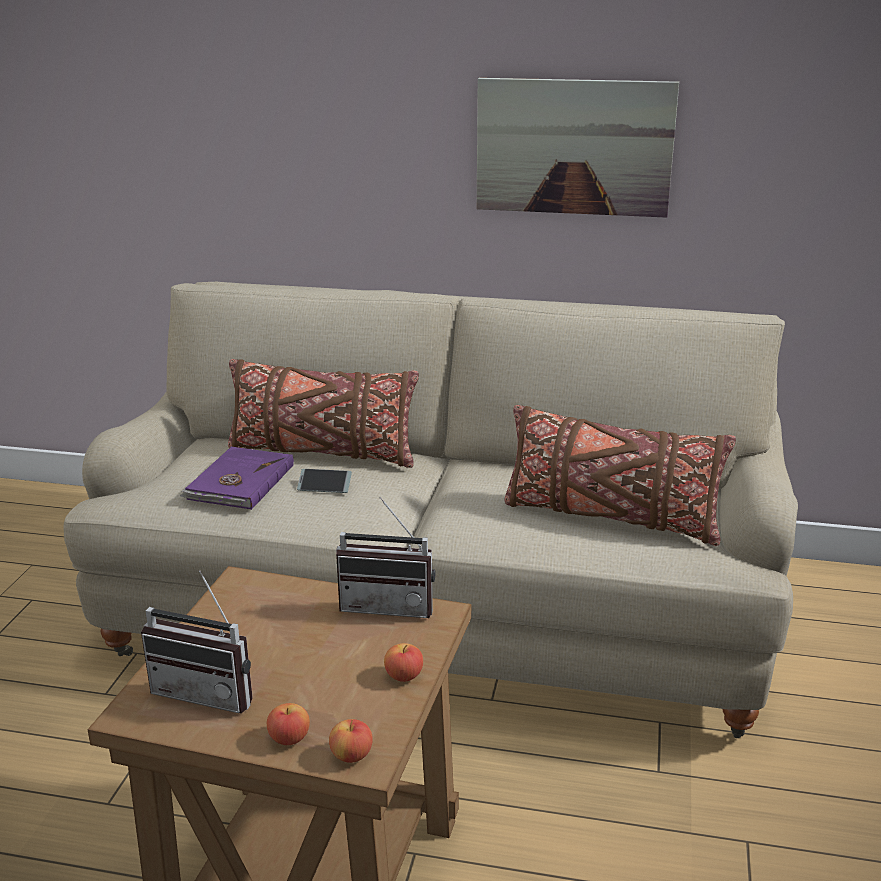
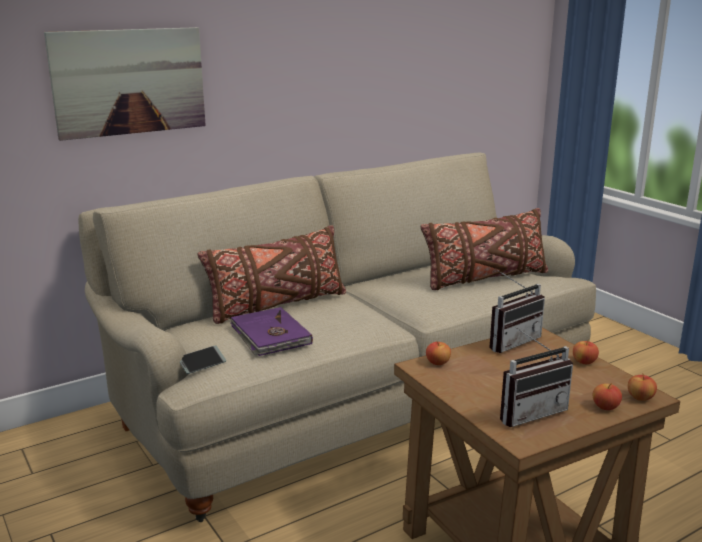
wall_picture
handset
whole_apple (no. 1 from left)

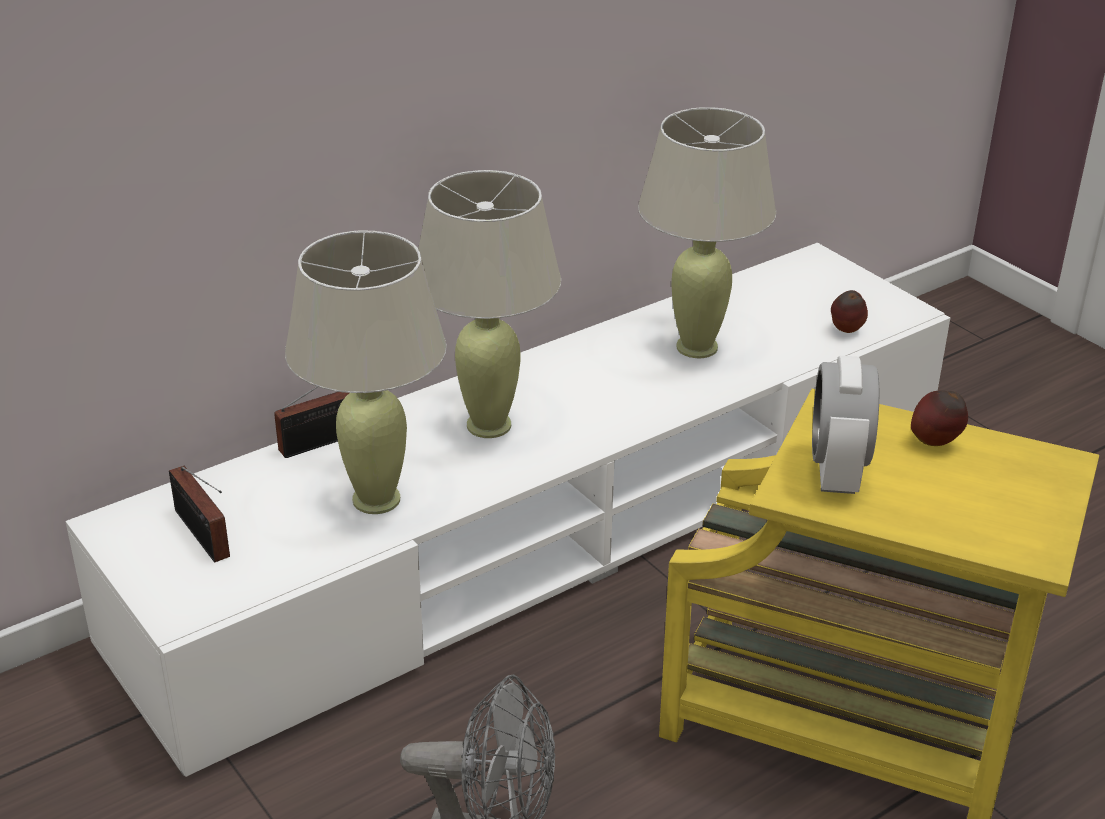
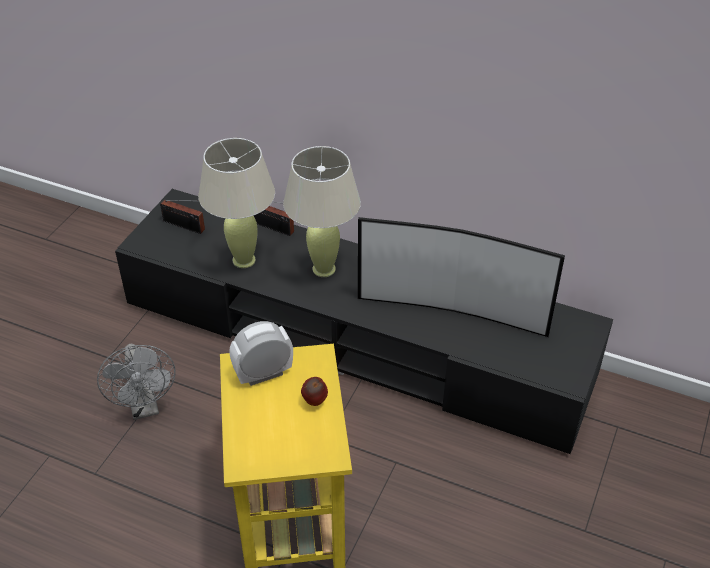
black_tv_stand
radio_set (no. 1 from left)
TV
whole_apple (no. 1 from left in the first image)

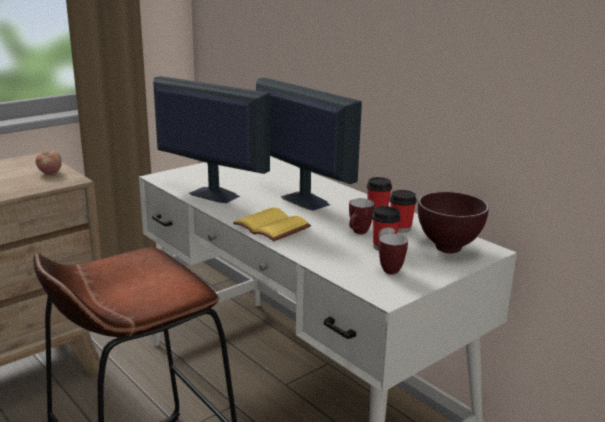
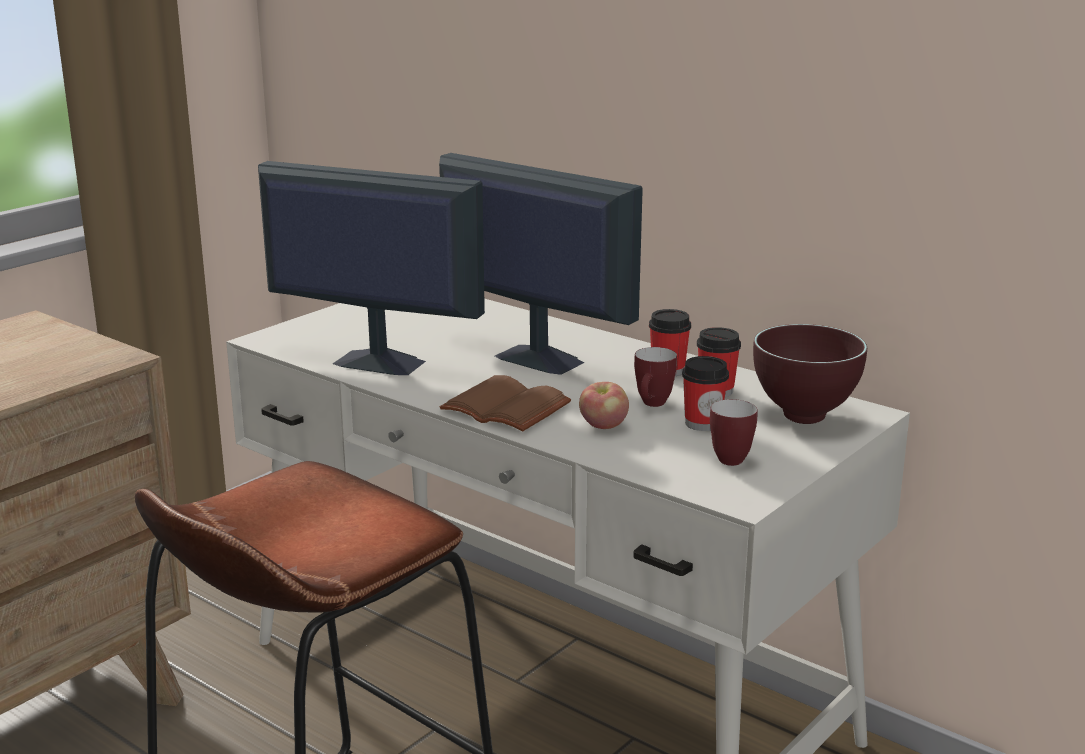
brown_volume
whole_apple

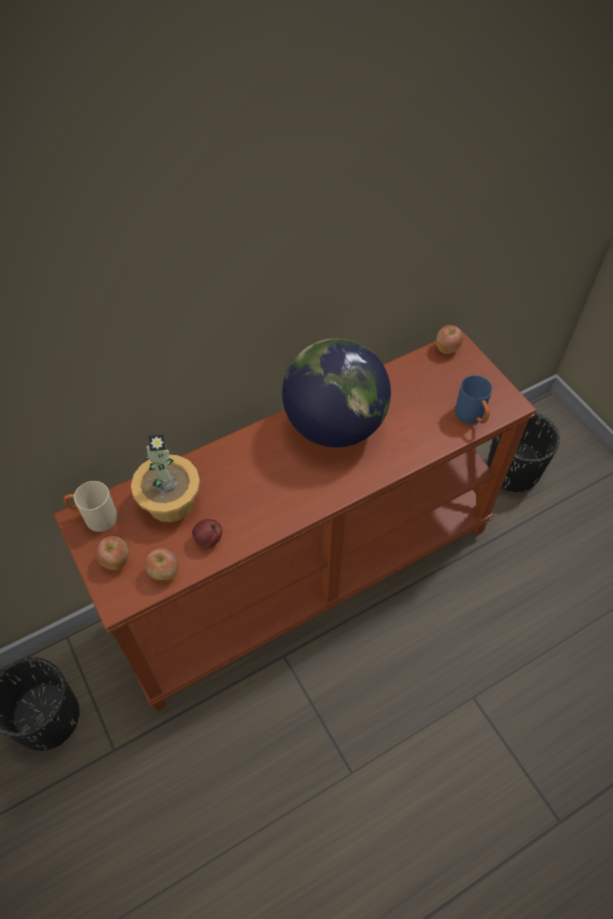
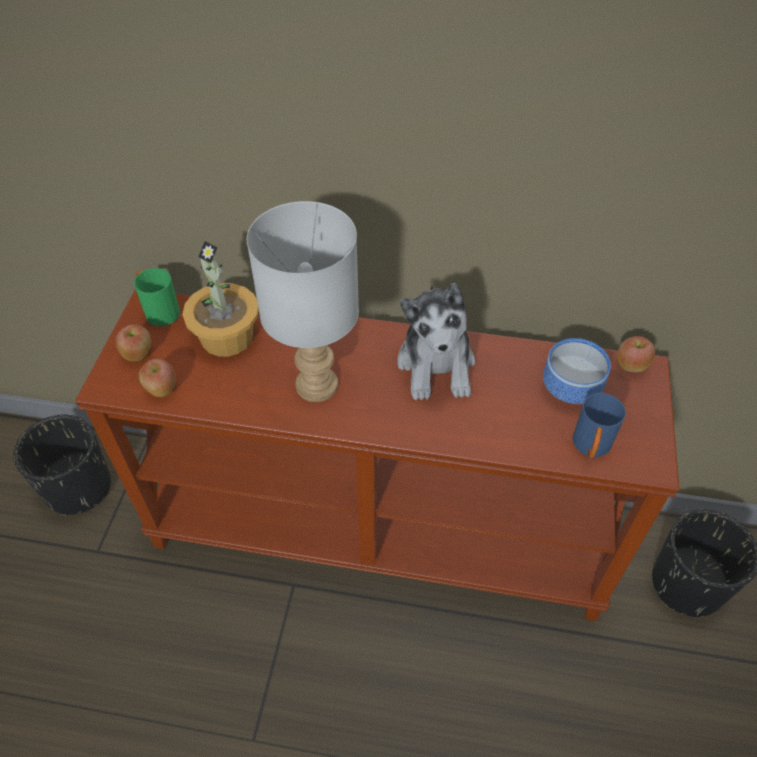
green-coloured_tea_mug
greyish_table_lamp
soft_toy
bowl
whole_apple (no. 3 from left in the first image)

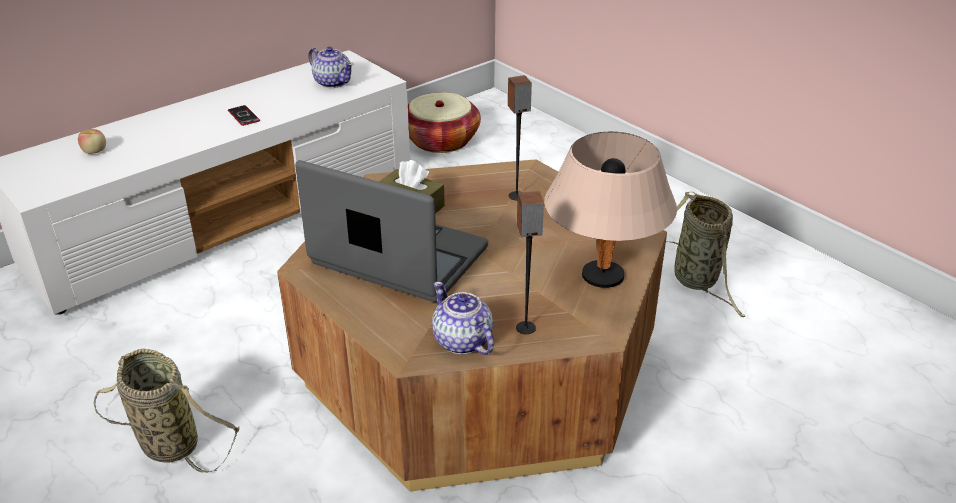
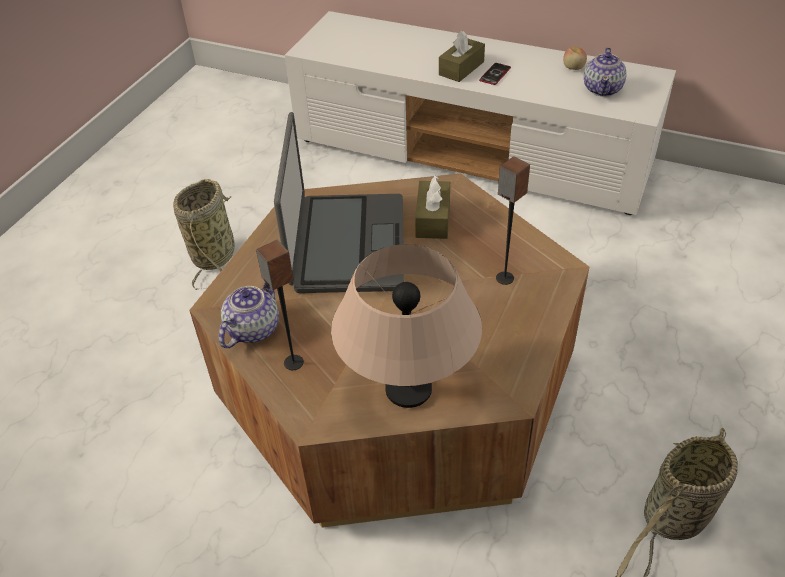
brown_box_of_tissues (no. 2 from left)
whole_apple
storage_basket (no. 2 from left in the first image)

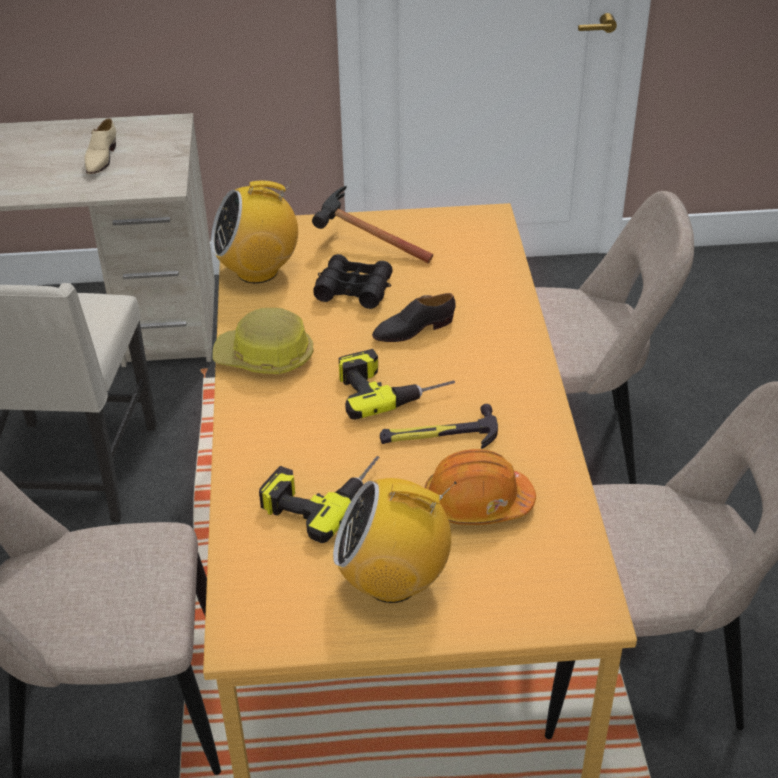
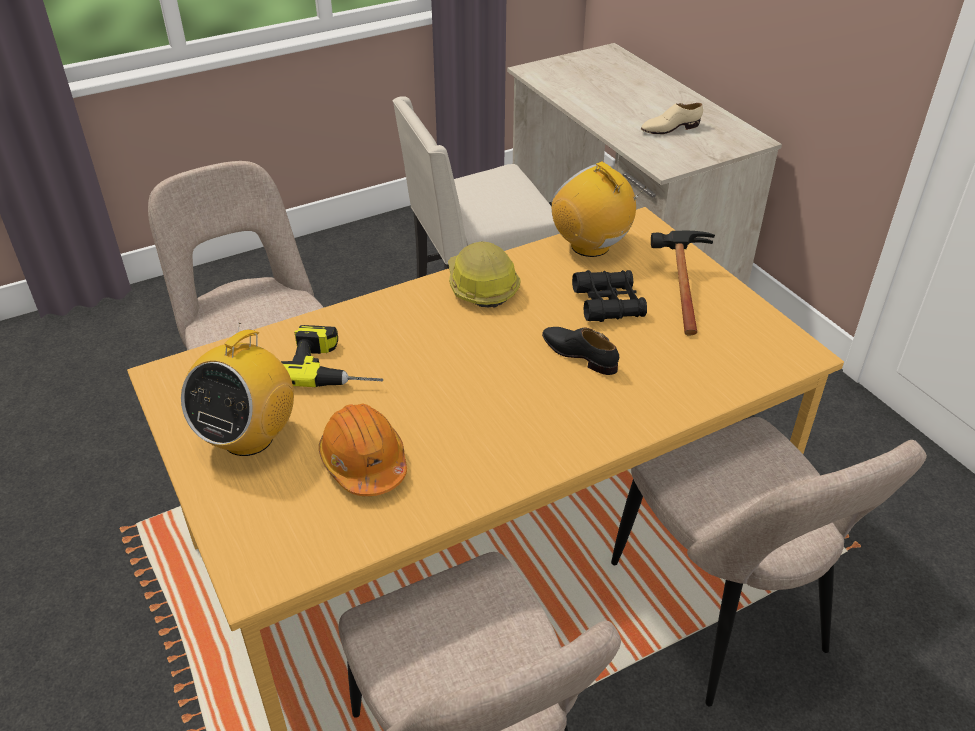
radio_set (no. 1 from left)
electric_drill (no. 2 from left in the first image)
tool_hammer (no. 2 from left in the first image)

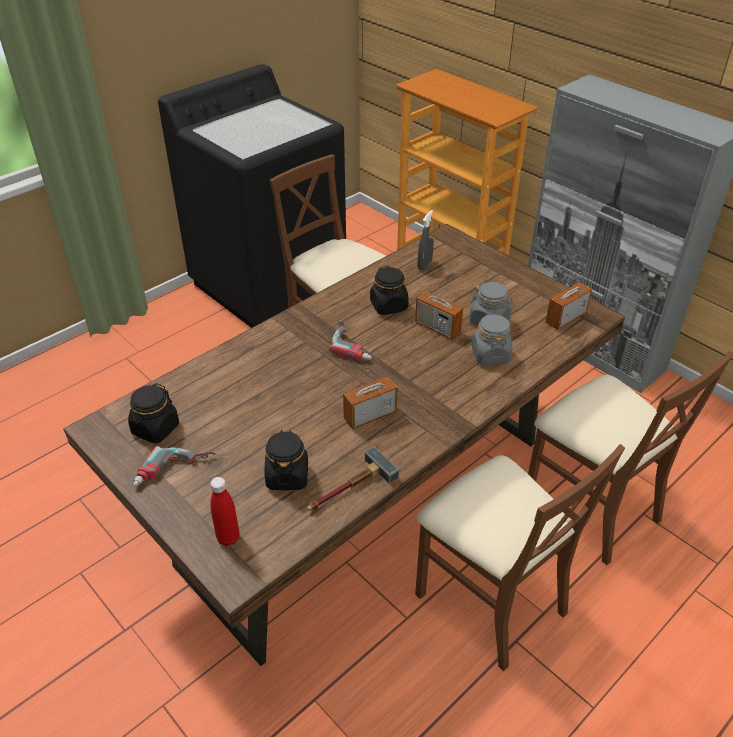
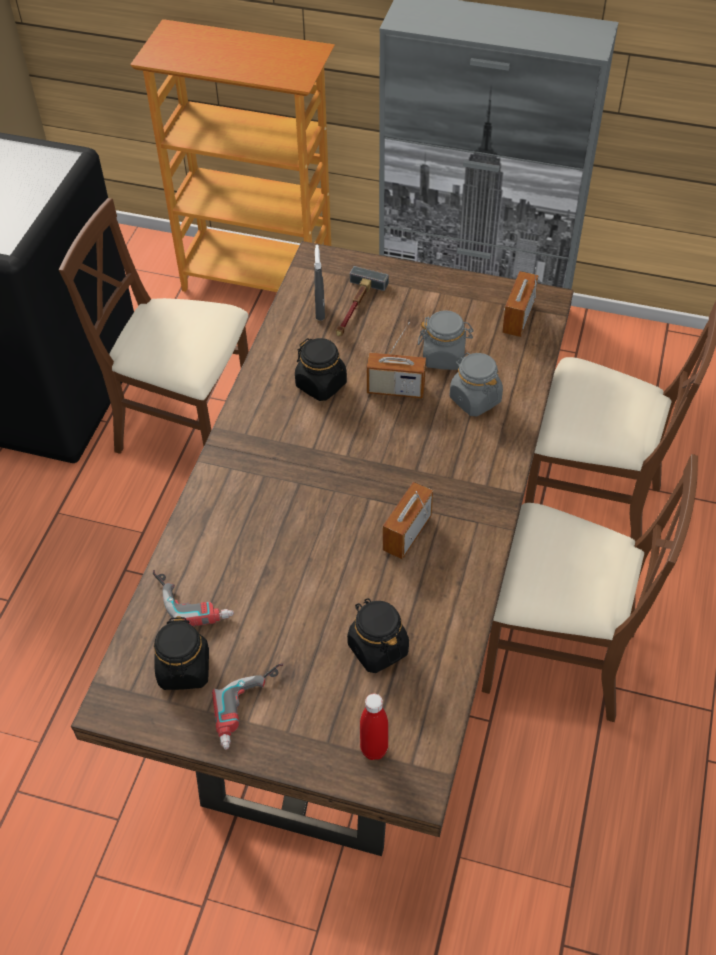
electric_drill (no. 1 from left)
tool_hammer

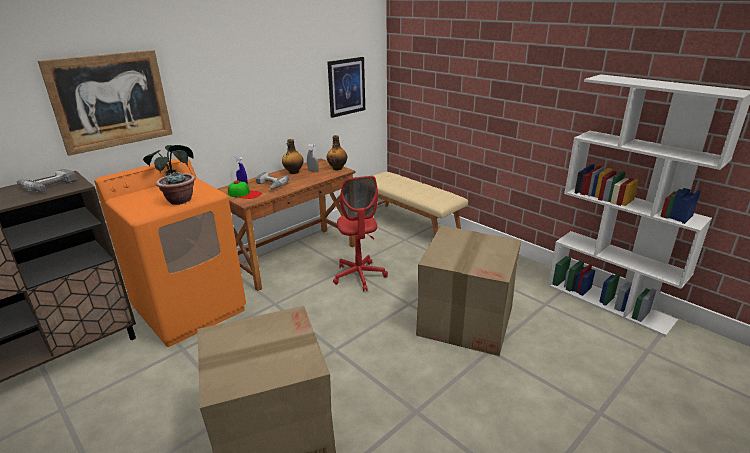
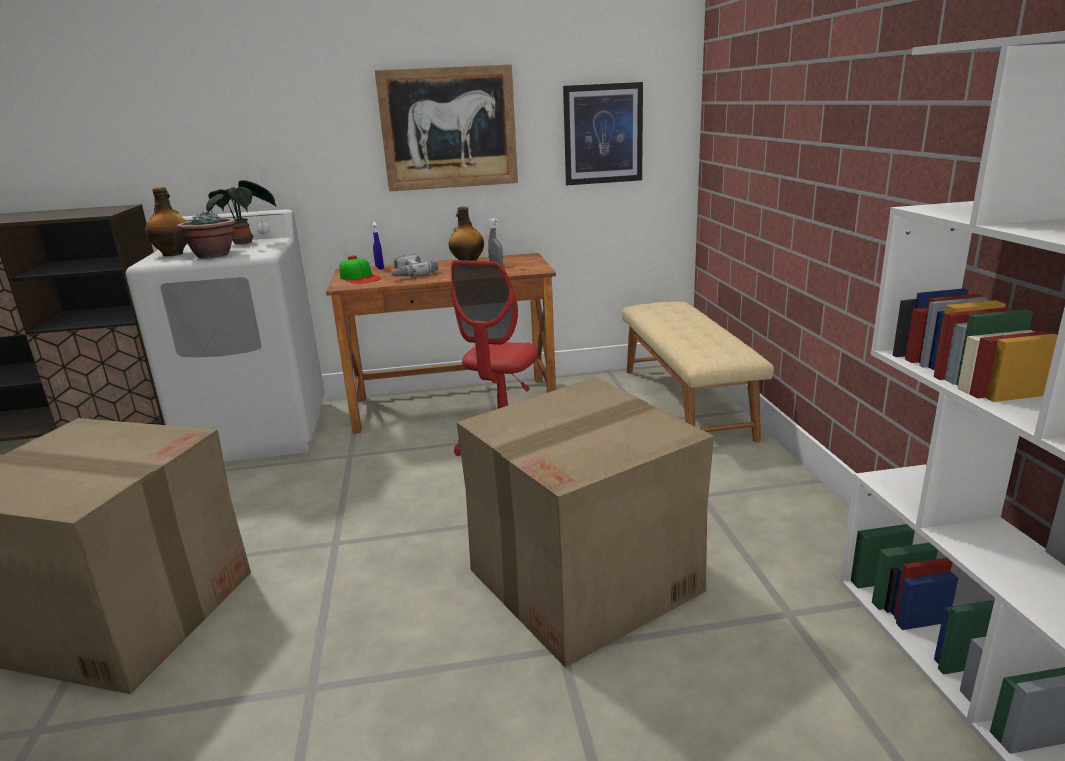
whitish_washing_machine
beverage_bottle (no. 1 from left)
wall_picture (no. 1 from left)
electric_drill (no. 1 from left in the first image)

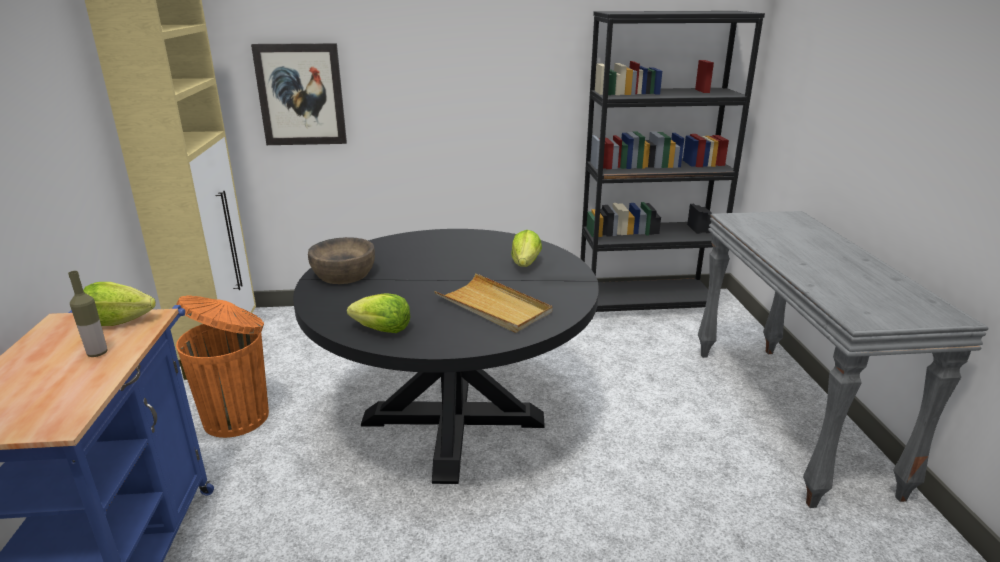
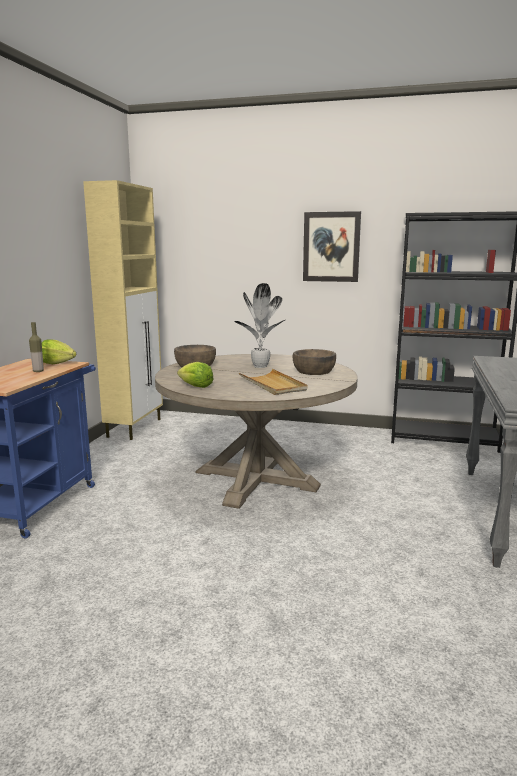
beige-coloured_dinner_table
plant_in_a_pot
brown_bowl (no. 2 from left)
wall_picture
orangey_rubbish_bin

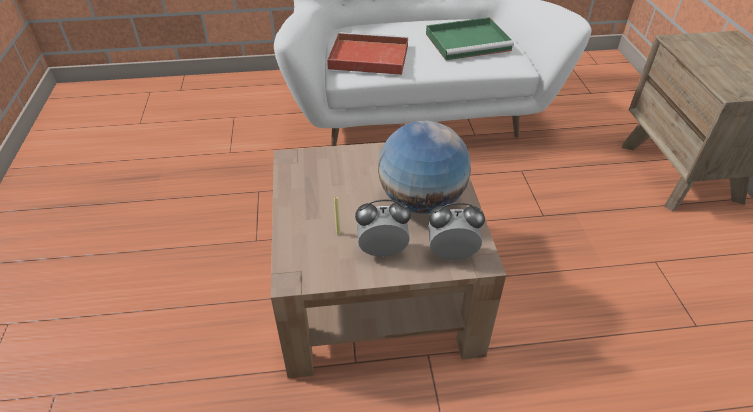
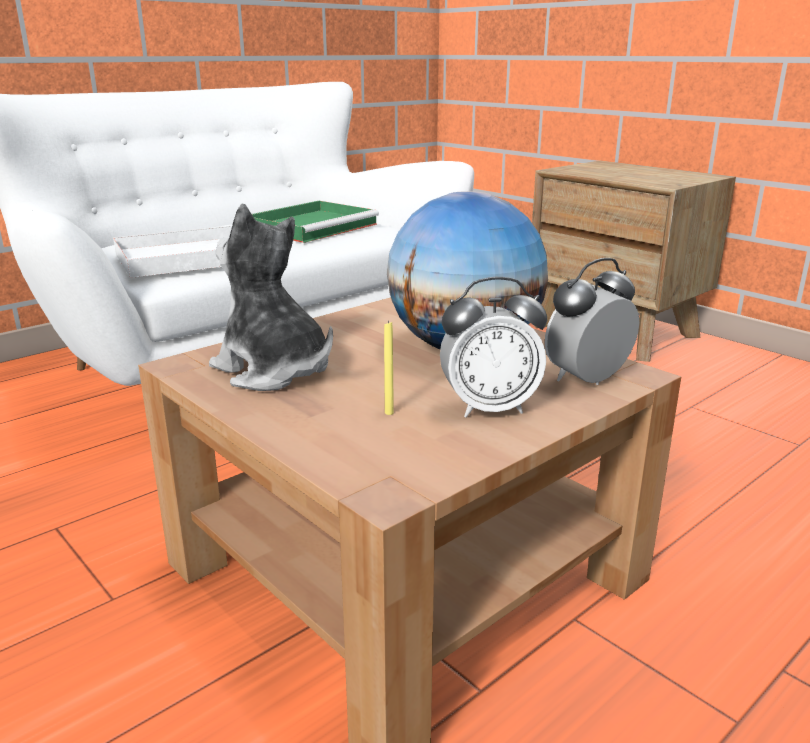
whitish_tray
soft_toy
alarm_clock (no. 1 from left)

